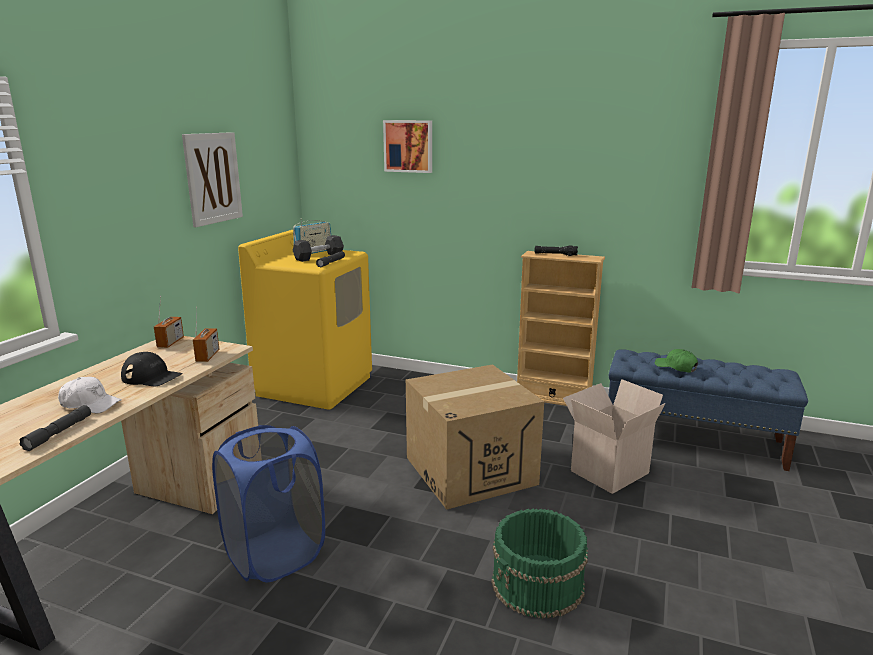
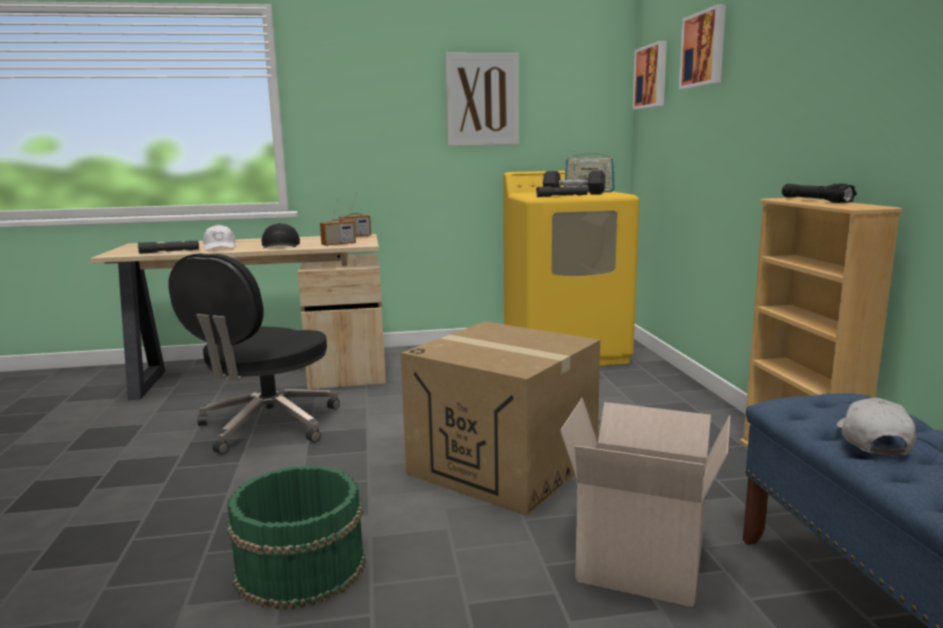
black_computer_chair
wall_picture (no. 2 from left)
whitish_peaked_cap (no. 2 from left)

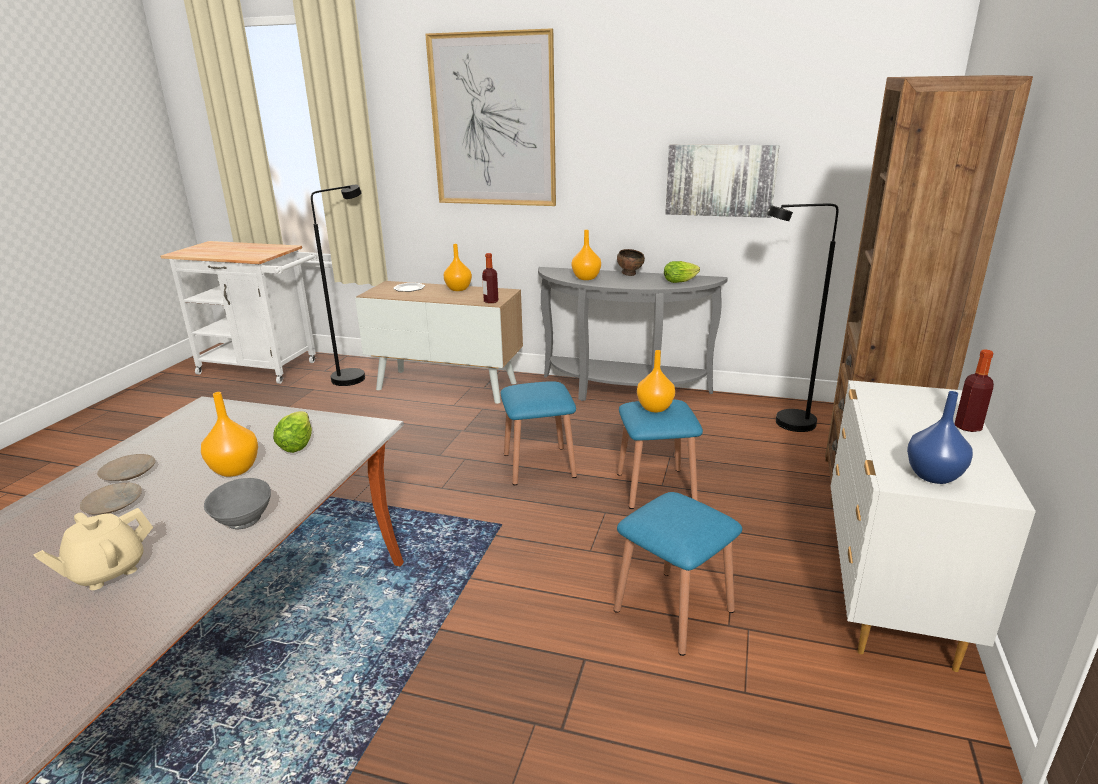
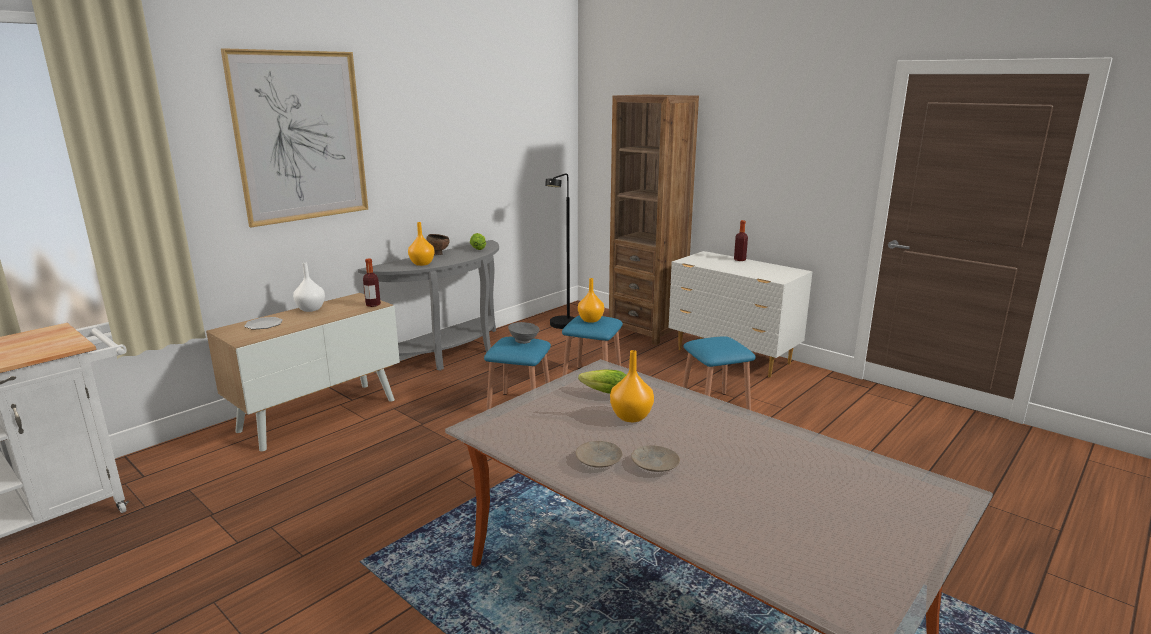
whitish_vase
greyish_bowl
beige-coloured_tea_pot
black_standing_lamp (no. 1 from left in the first image)
wall_picture (no. 2 from left in the first image)
blue_vase

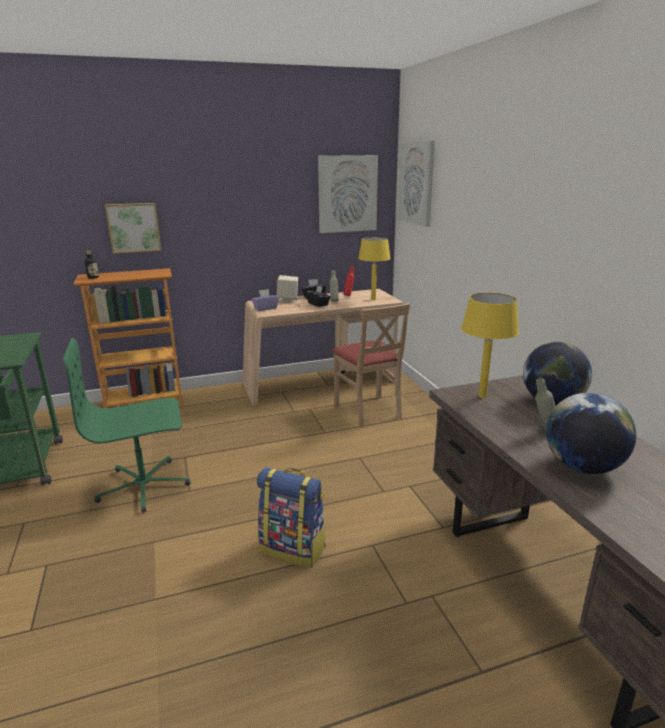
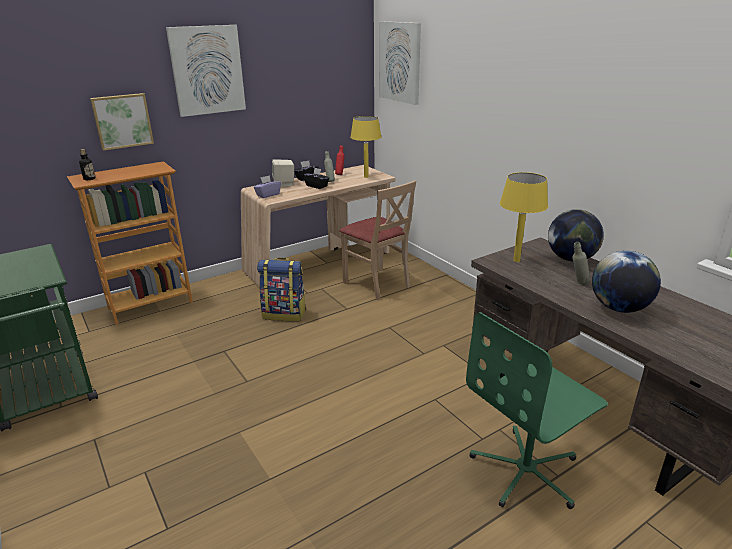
wall_picture (no. 2 from left)
backpack
green-coloured_computer_chair

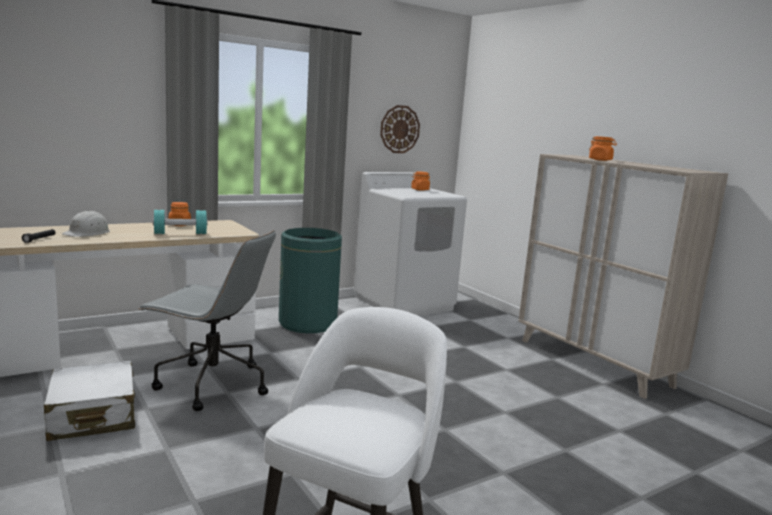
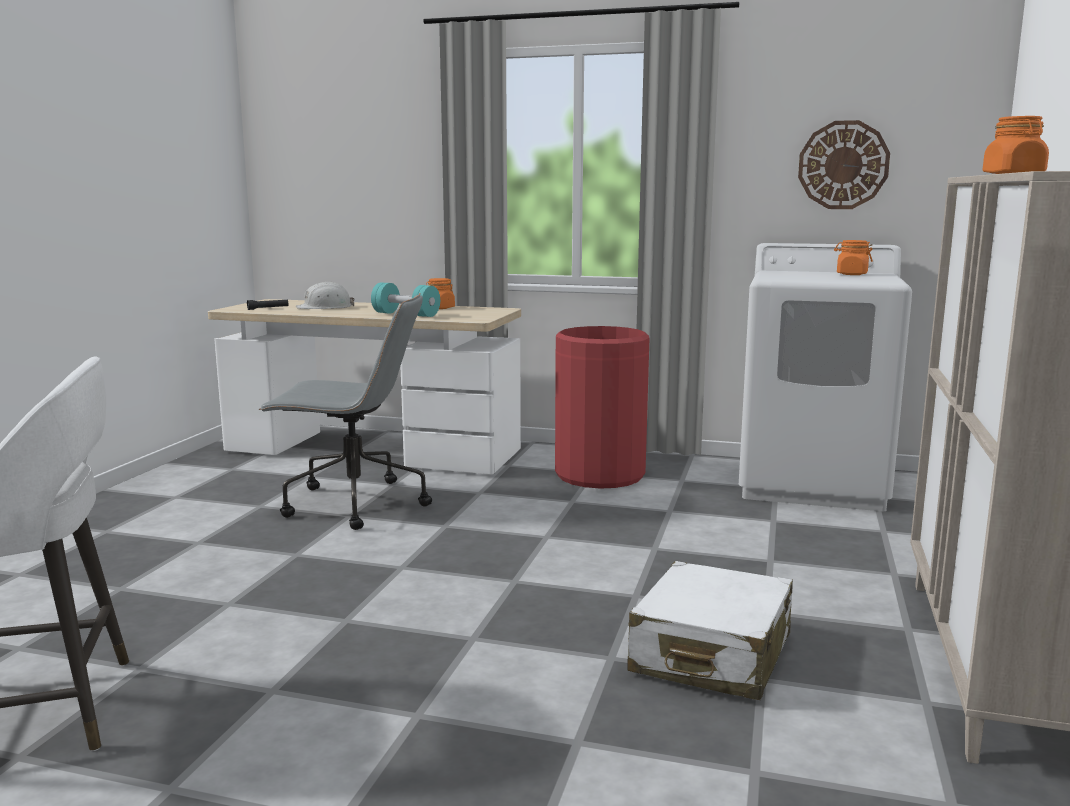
greyish_computer_chair
reddish_rubbish_bin
whitish_travel_case

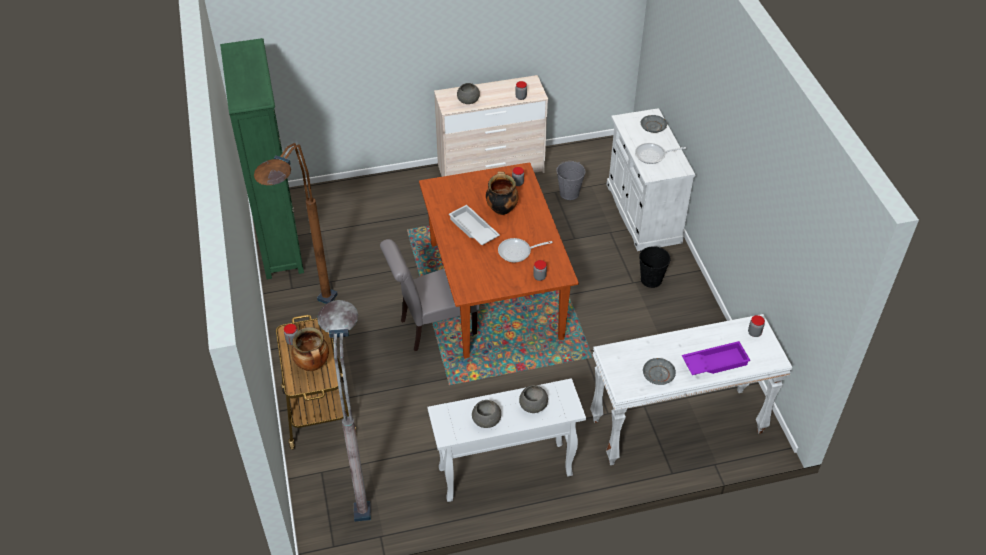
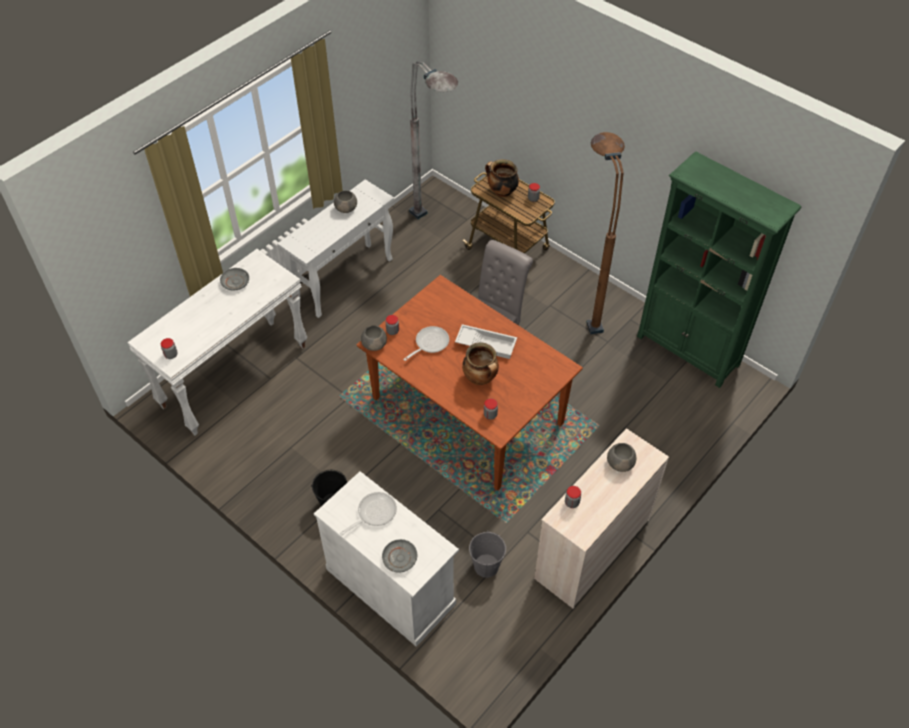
greyish_bowl (no. 2 from left)
purple-coloured_tray

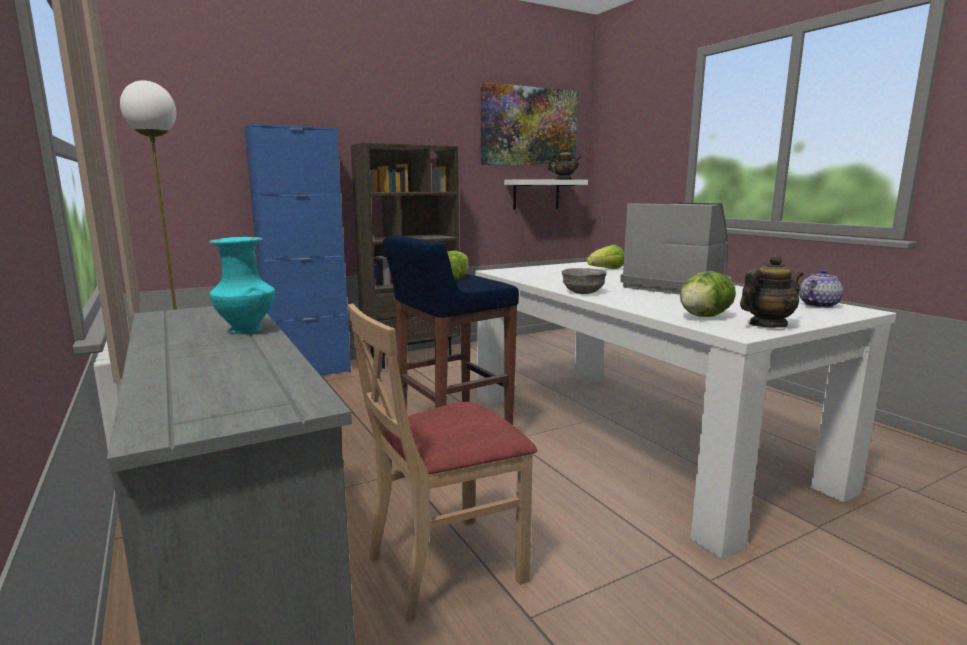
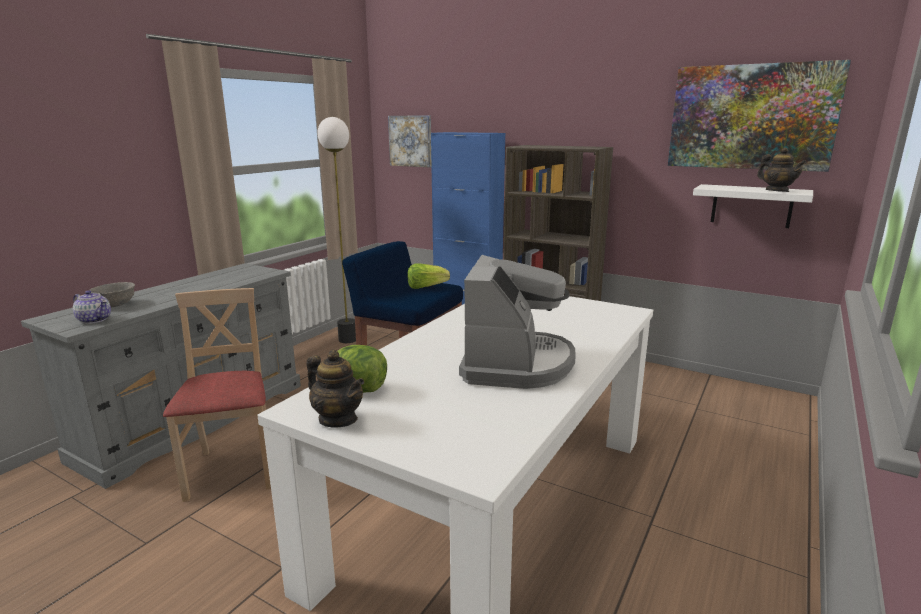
tea_pot (no. 1 from left)
greyish_bowl
beige-coloured_chair
wall_picture (no. 1 from left)
turquoise_vase
head_of_lettuce (no. 2 from left in the first image)

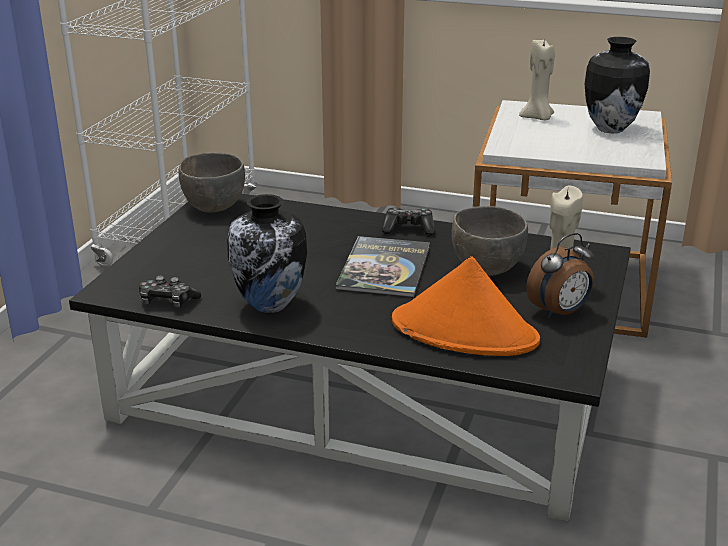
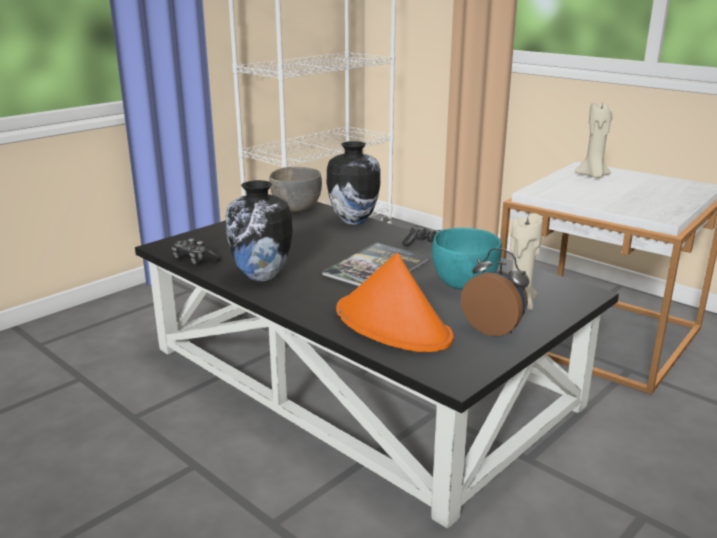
vase (no. 2 from left)
turquoise_bowl
alarm_clock

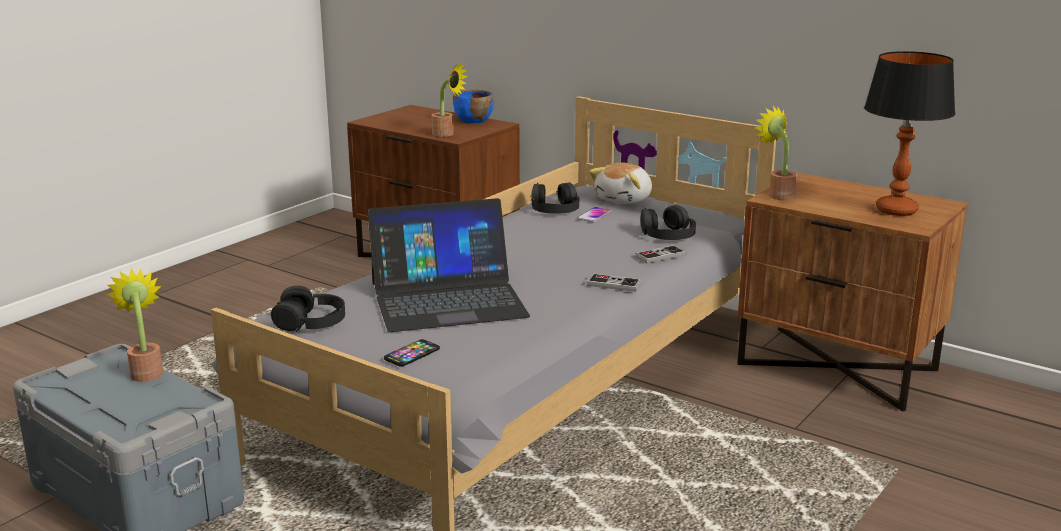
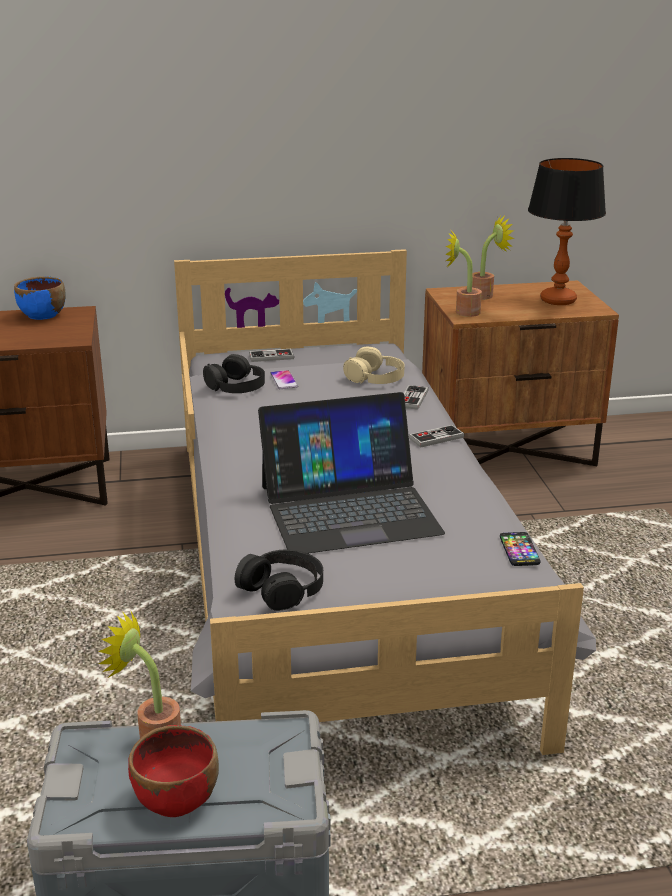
reddish_bowl
joypad (no. 1 from left)
laptop
beige-coloured_headphones
plant_in_a_pot (no. 3 from left)
handset (no. 2 from left)

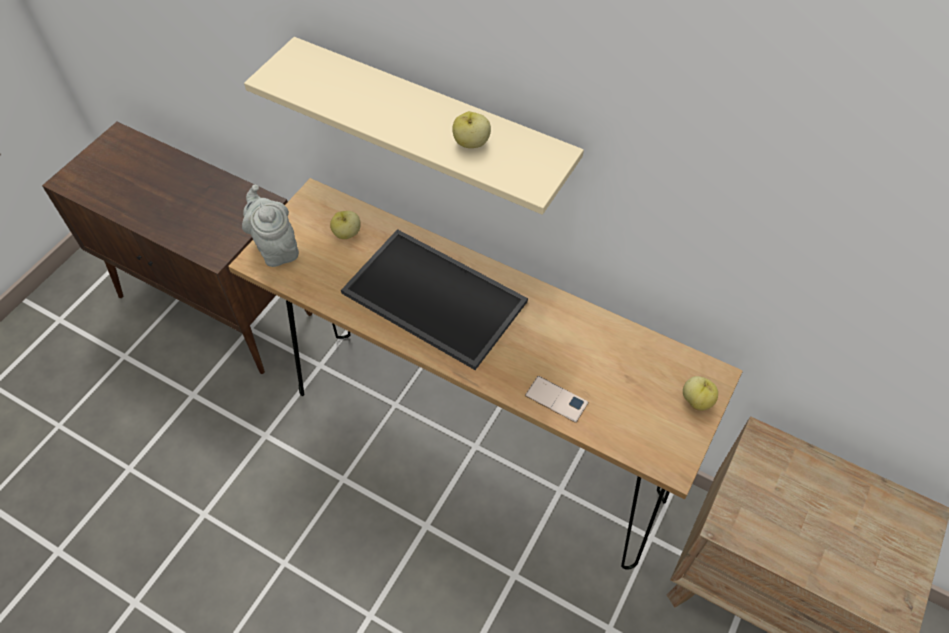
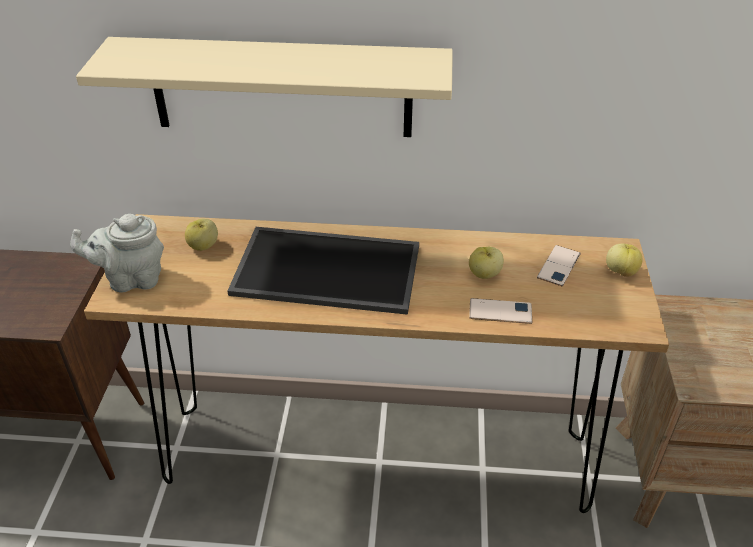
greyish_tea_pot
whole_apple (no. 2 from left)
handset (no. 2 from left)

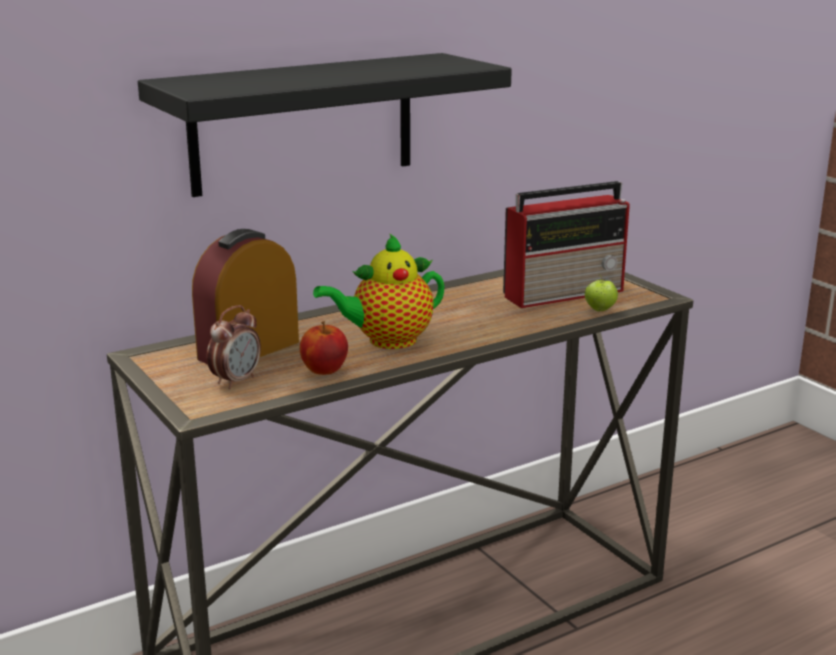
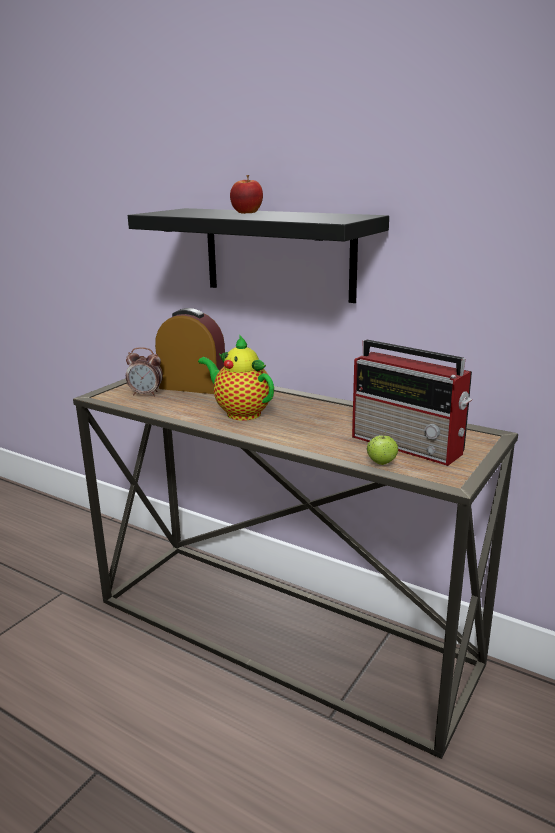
whole_apple (no. 1 from left)

